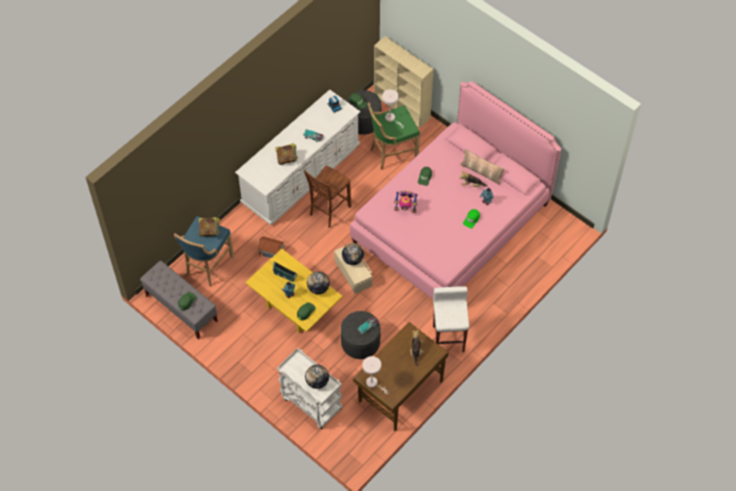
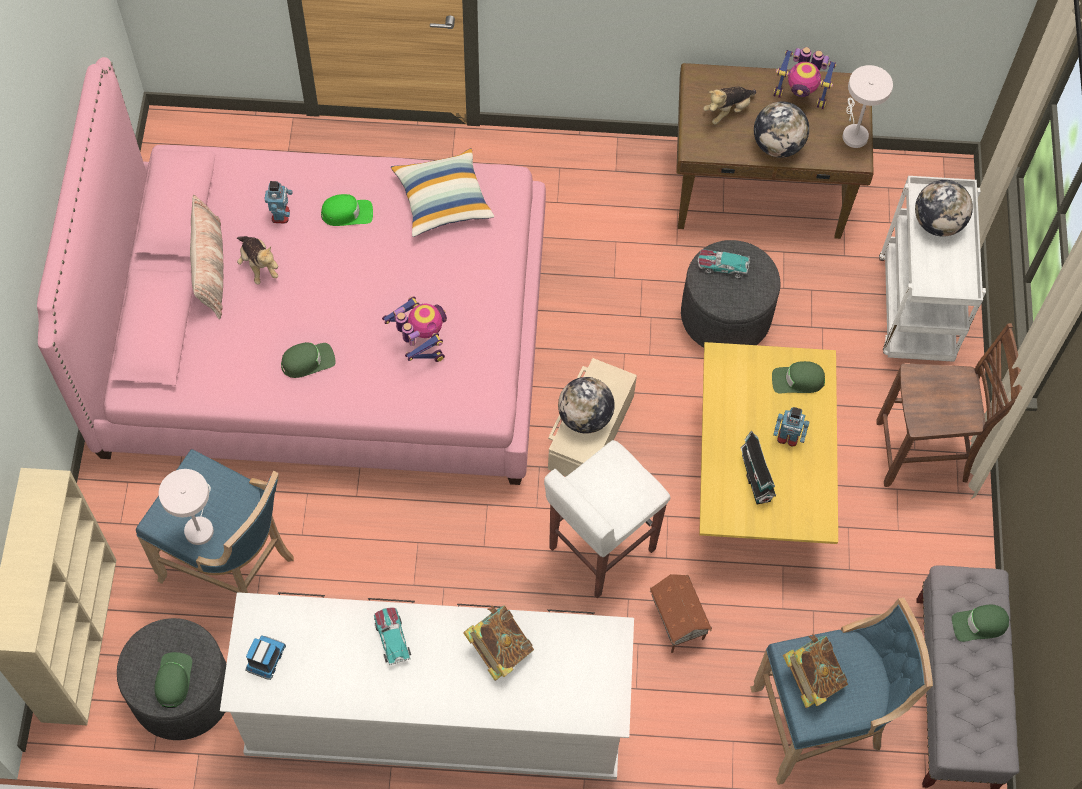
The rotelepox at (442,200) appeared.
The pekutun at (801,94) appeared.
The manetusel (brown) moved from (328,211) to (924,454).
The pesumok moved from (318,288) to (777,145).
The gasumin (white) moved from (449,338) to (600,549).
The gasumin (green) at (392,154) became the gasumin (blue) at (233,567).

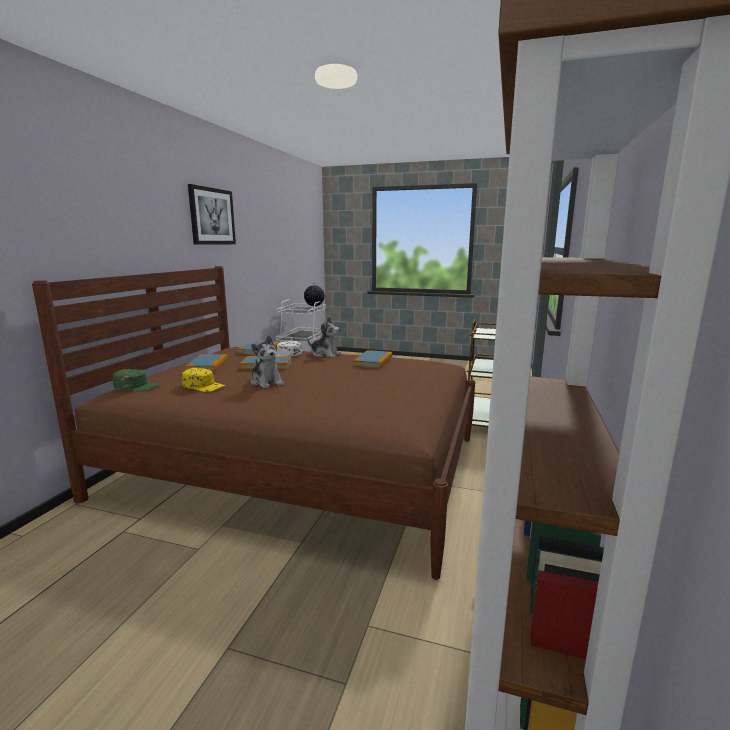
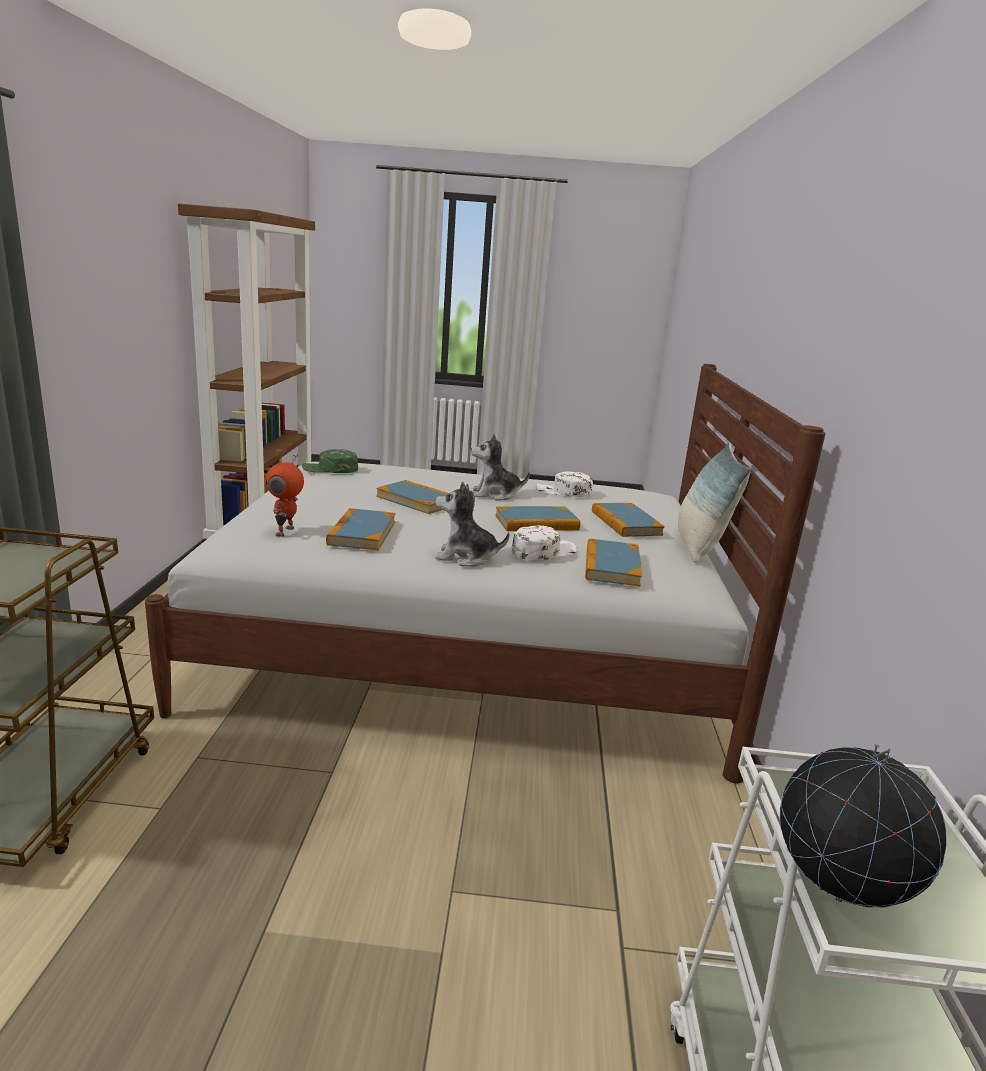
The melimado at (212,216) disappeared.
The pekutun at (286,532) appeared.
The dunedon at (417,500) appeared.
The rotelepox at (699,547) appeared.
The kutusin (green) moved from (137,386) to (330,469).
The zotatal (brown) at (299,466) became the zotatal (white) at (466,645).
The kutusin (yellow) at (204,386) became the kutusin (white) at (564,491).
The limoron at (267,382) turned 45 degrees counterclockwise.

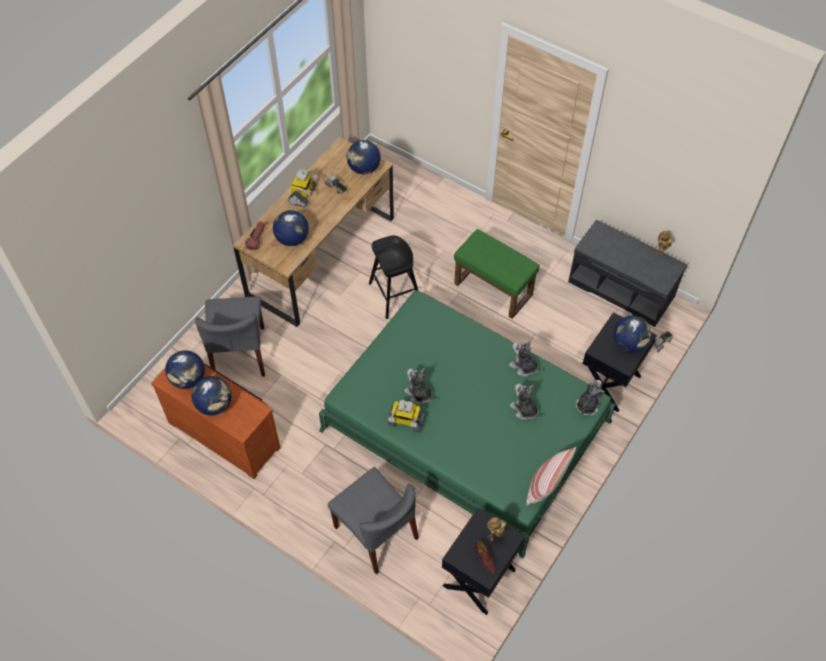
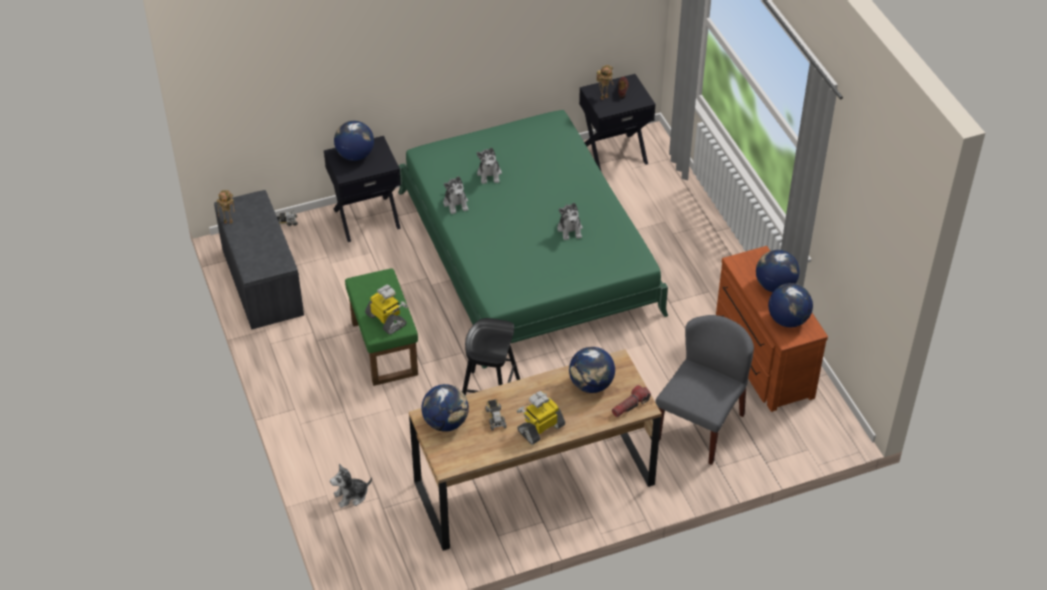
The manetusel (grey) at (376,533) disappeared.
The rotelepox at (546,486) disappeared.
The pekutun moved from (405,421) to (387,320).
The limoron moved from (587,405) to (351,495).

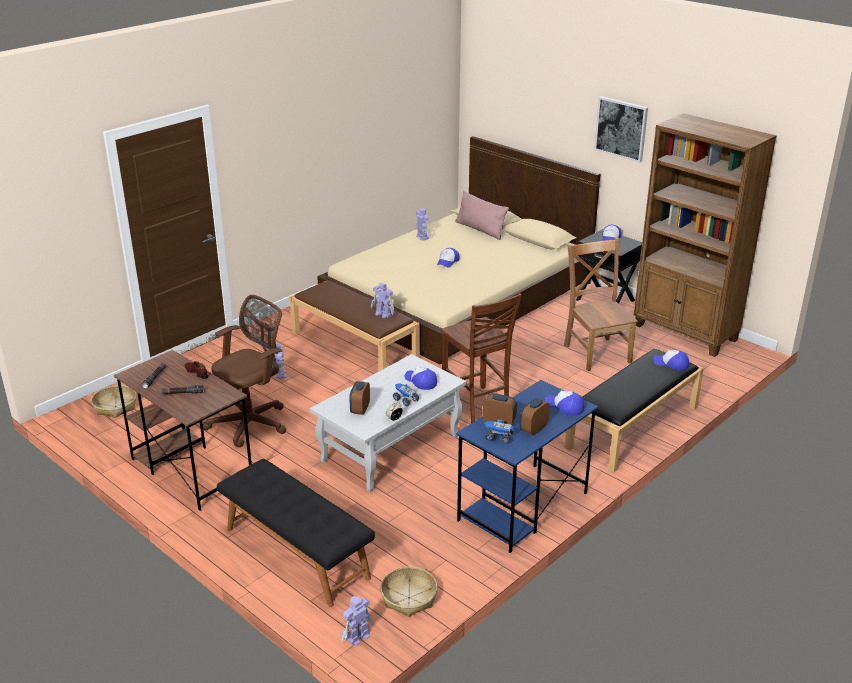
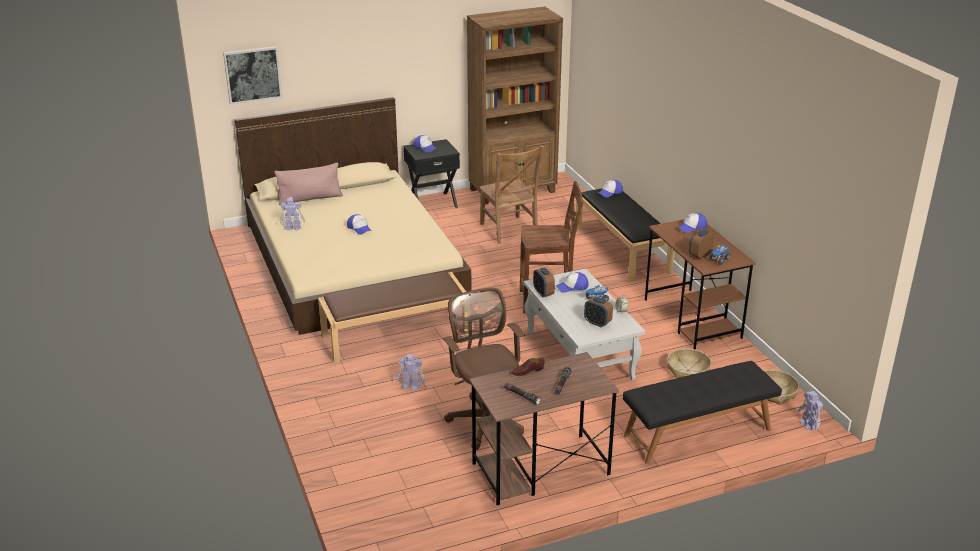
The pekutun at (383,314) disappeared.
The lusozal moved from (115,407) to (688,370).
The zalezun moved from (533,429) to (543,293).
The melimado moved from (621,128) to (252,74).
The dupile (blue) at (522,507) became the dupile (brown) at (692,319).
The manetusel (brown) at (596,352) turned 120 degrees counterclockwise.

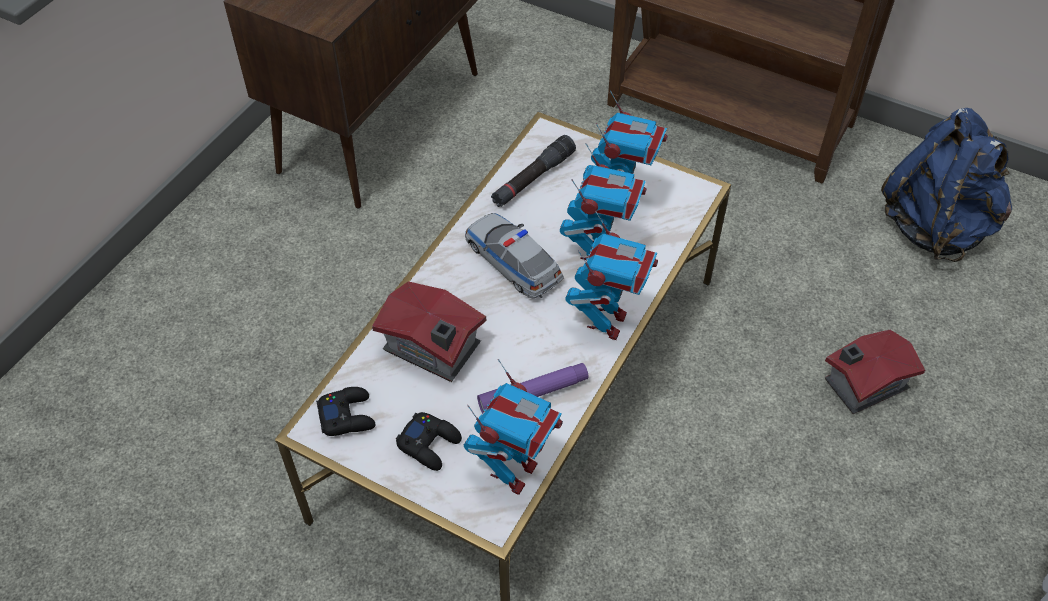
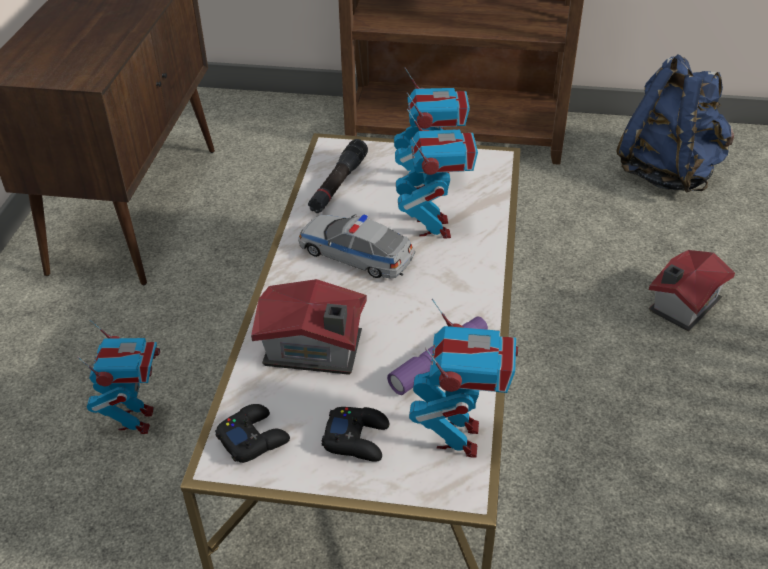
The pekutun moved from (607,322) to (136,420).

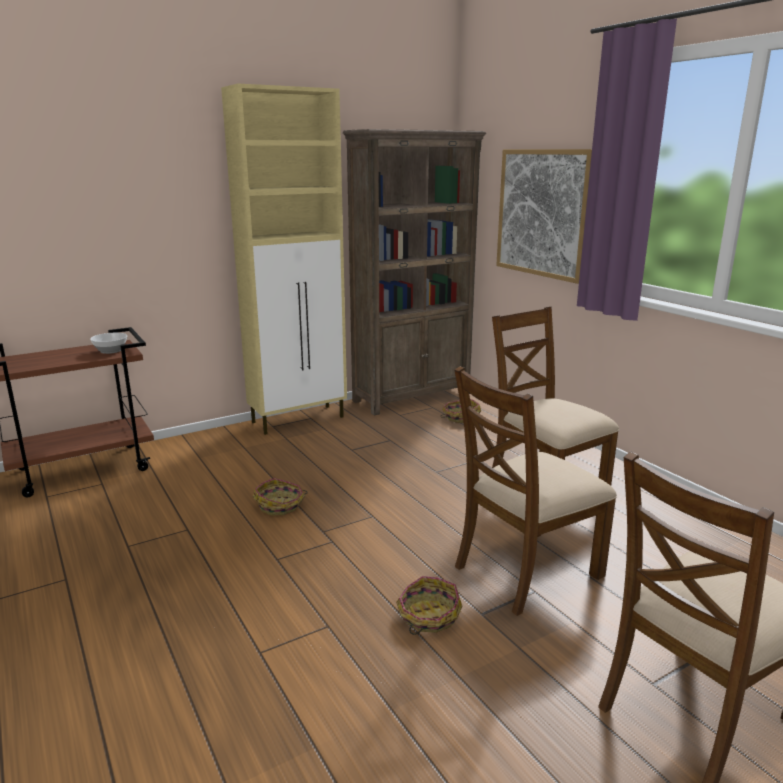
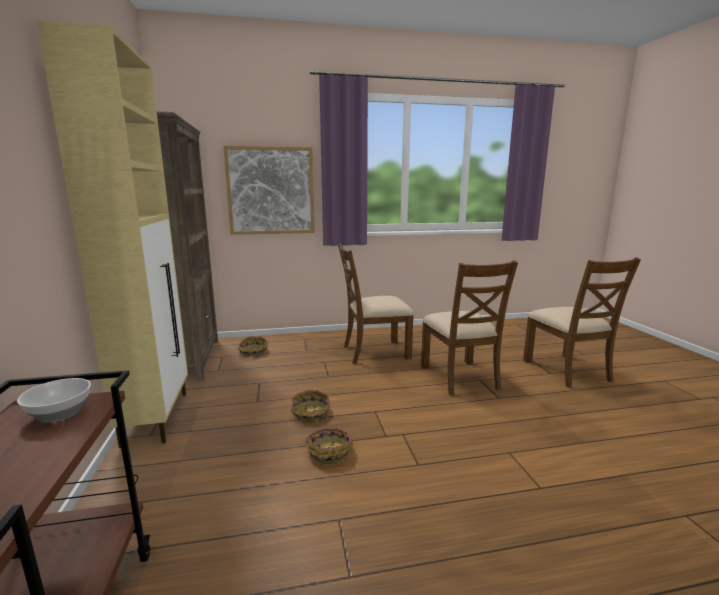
The lusozal moved from (428,616) to (310,413).

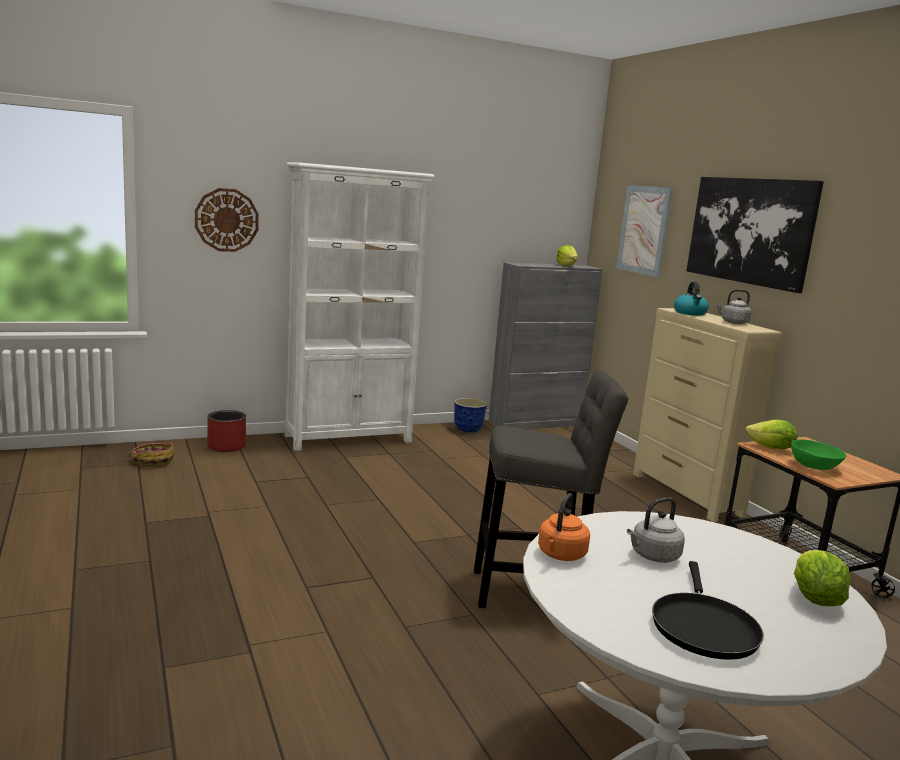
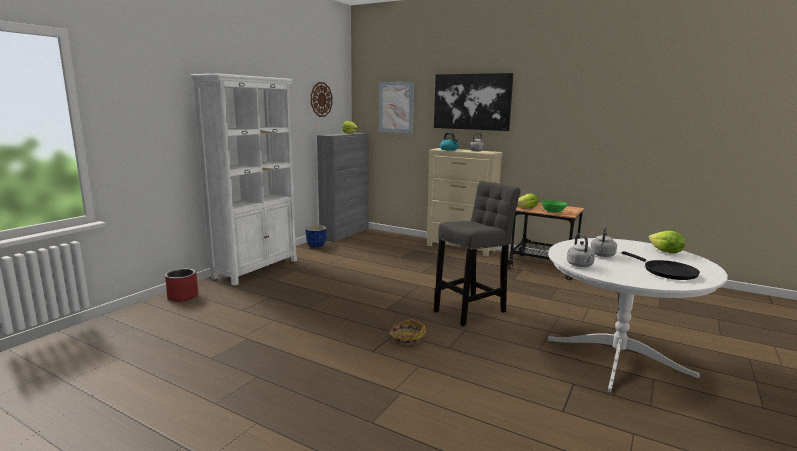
The lusozal moved from (153,461) to (406,339).
The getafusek moved from (226,220) to (321,99).
The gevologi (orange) at (561,555) became the gevologi (grey) at (580,265).

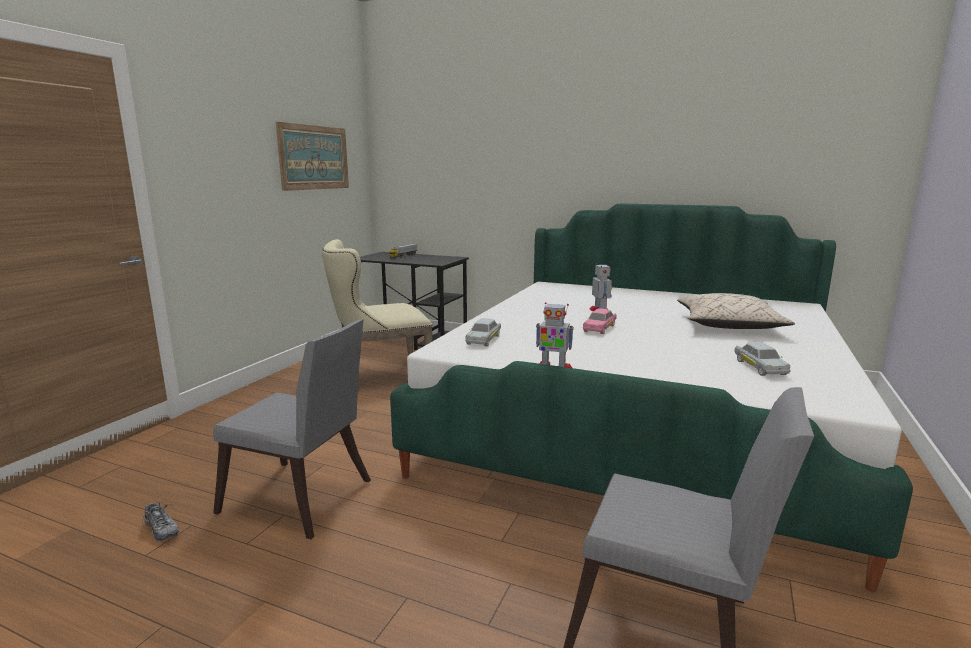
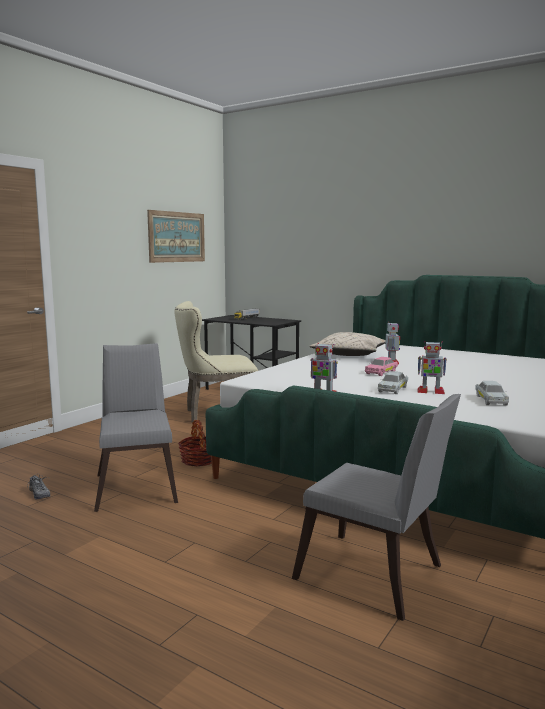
The lusozal at (198,460) appeared.
The pekutun at (430,391) appeared.
The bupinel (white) moved from (483,340) to (392,389).
The rotelepox (beige) moved from (728,325) to (349,355).
The manetusel (grey) at (302,500) turned 135 degrees counterclockwise.

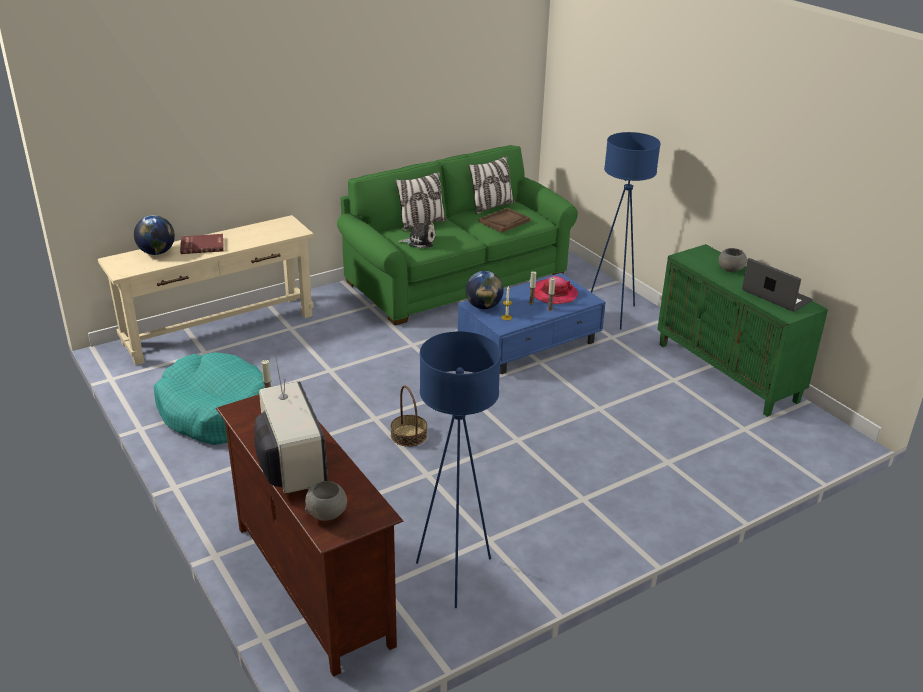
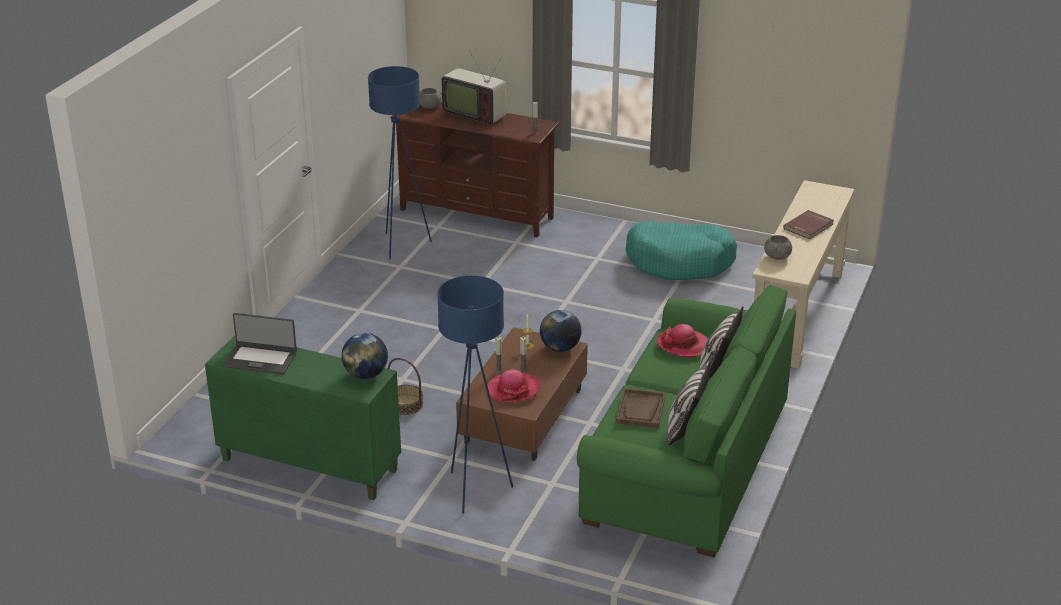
The pesumok moved from (157,252) to (366,375).
The lusozal moved from (408,435) to (405,404).
The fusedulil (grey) moved from (730,269) to (777,257).
The limoron at (420,241) was replaced by the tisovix at (683,345).
The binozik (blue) at (530,343) became the binozik (brown) at (523,416).

